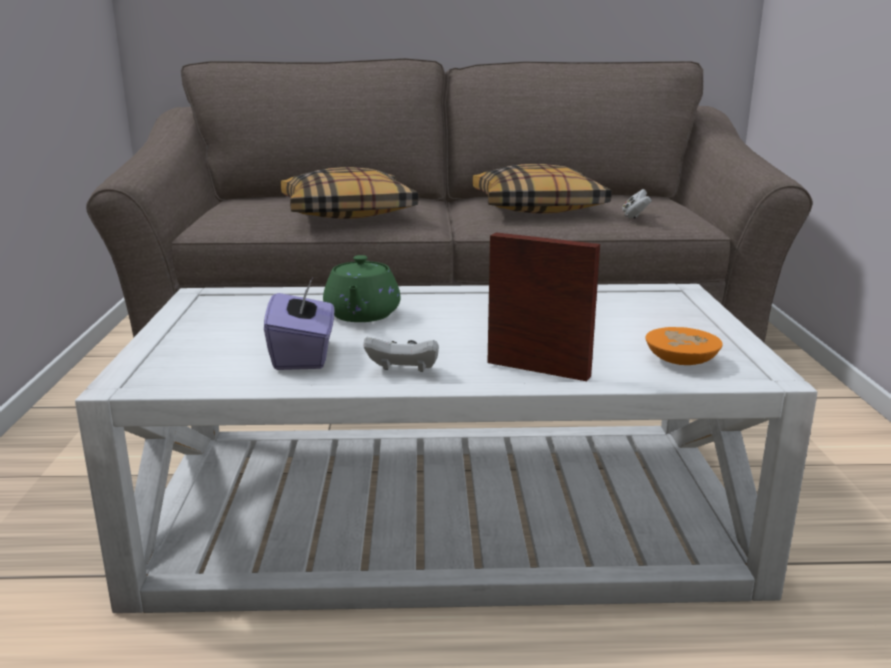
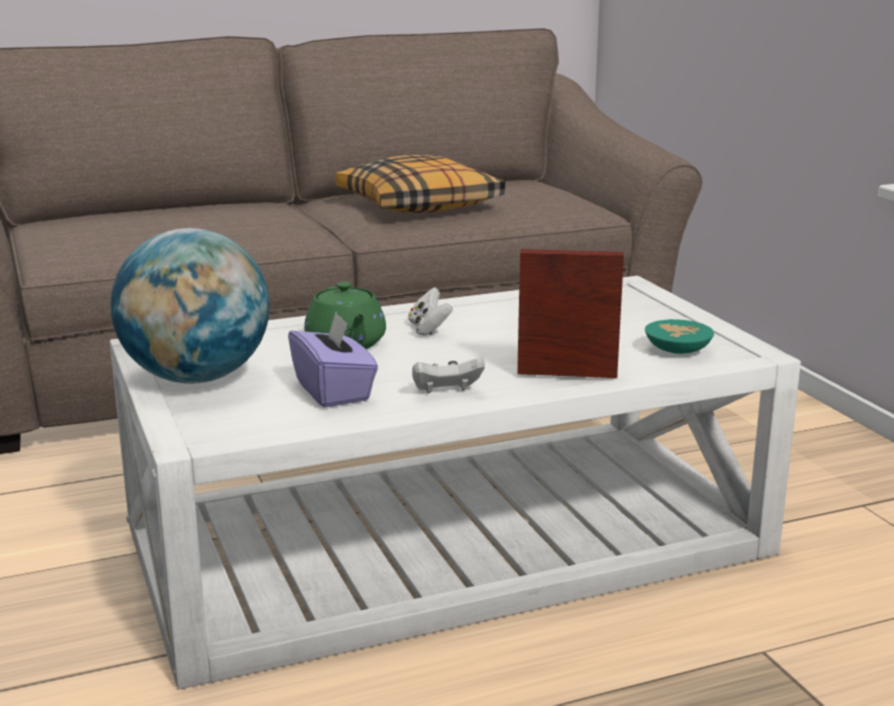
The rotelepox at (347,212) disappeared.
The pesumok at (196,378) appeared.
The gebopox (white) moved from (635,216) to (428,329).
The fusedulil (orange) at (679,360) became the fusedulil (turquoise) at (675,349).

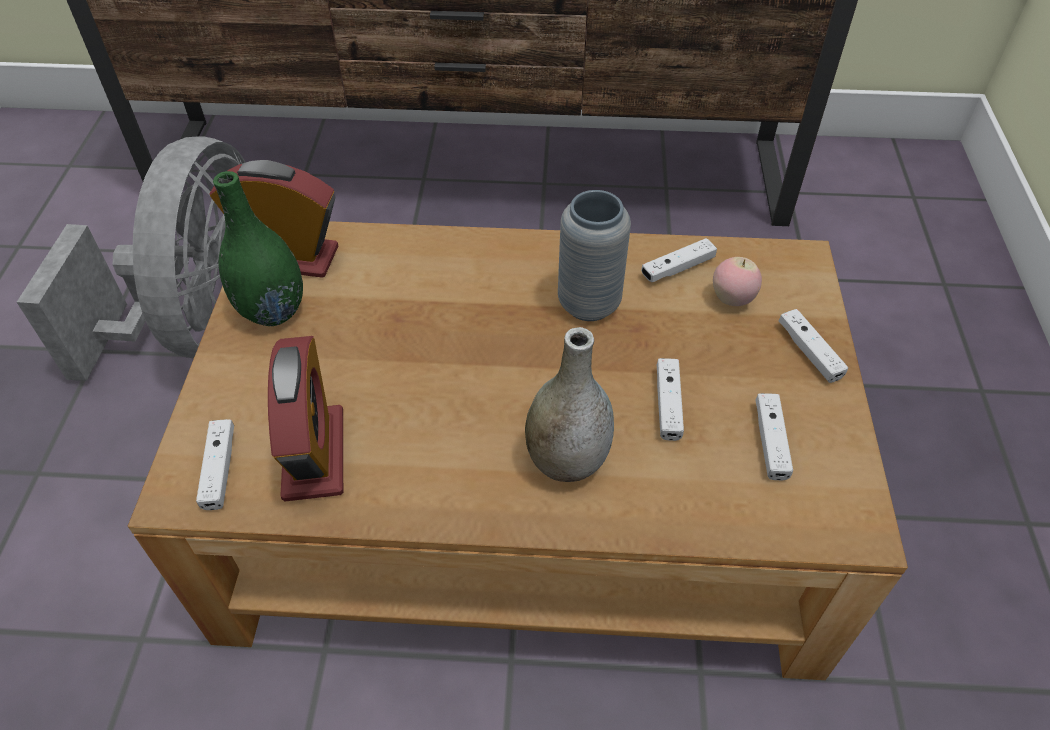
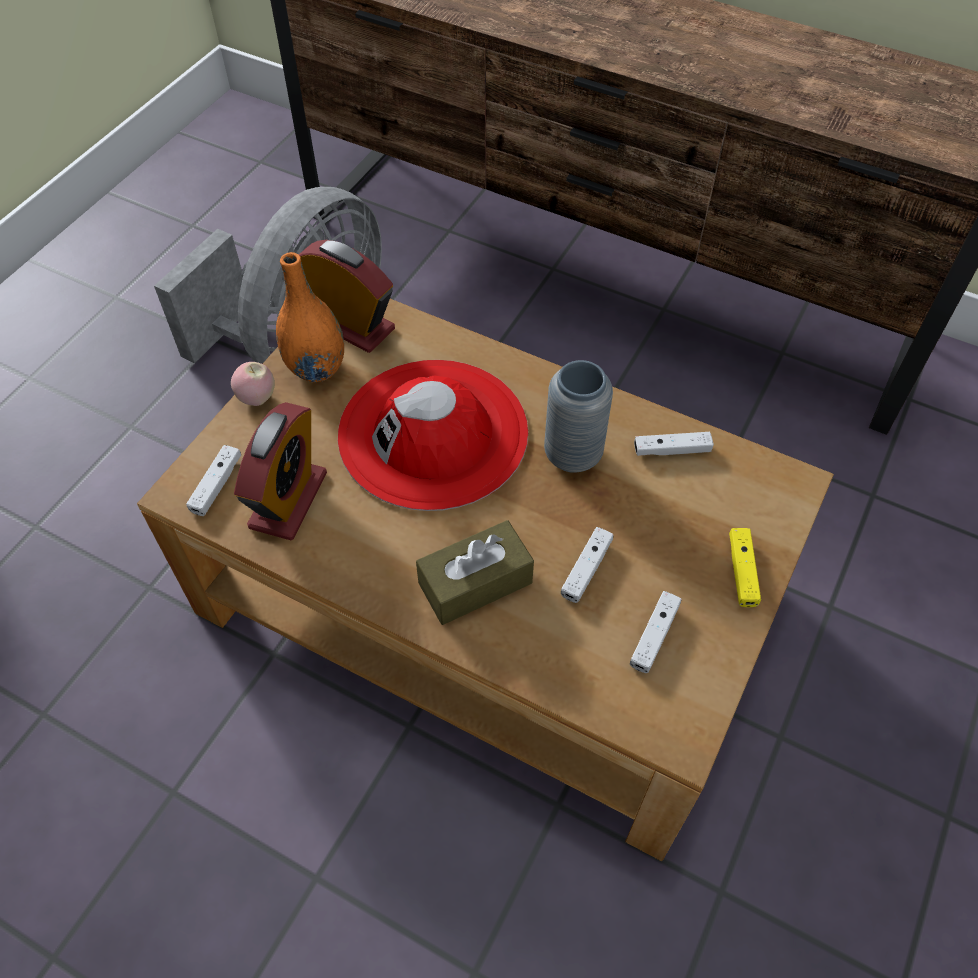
The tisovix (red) at (433,433) appeared.
The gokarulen moved from (732,299) to (257,398).
The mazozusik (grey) at (567,461) was replaced by the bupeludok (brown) at (475,583).
The mazozusik (green) at (272,311) became the mazozusik (orange) at (316,368).
The gebopox (white) at (809,352) became the gebopox (yellow) at (742,571).

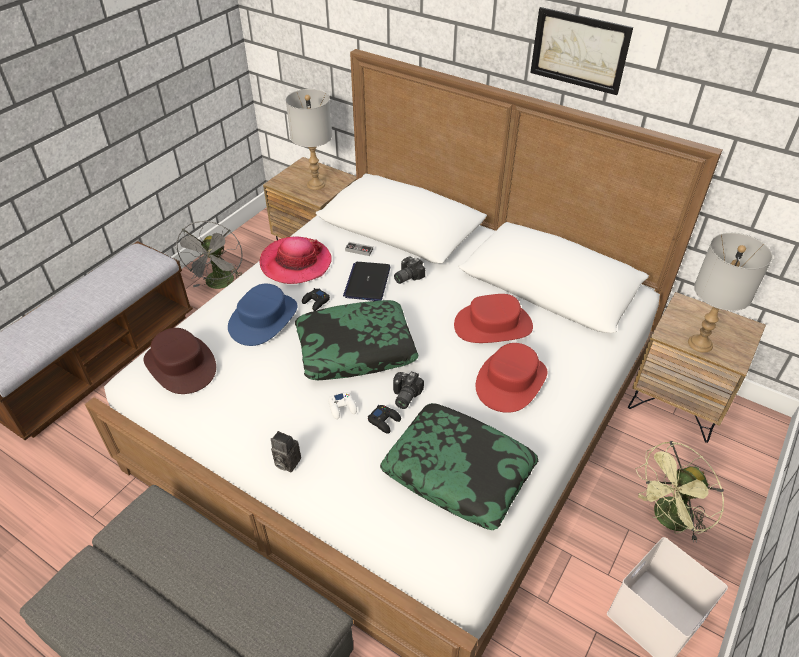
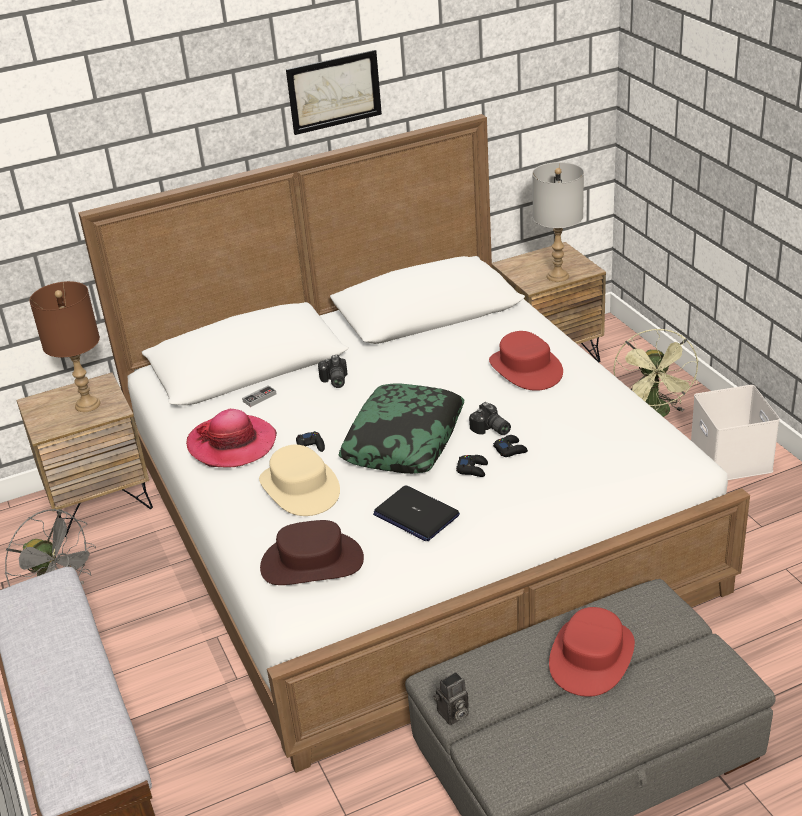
The rotelepox at (459,472) disappeared.
The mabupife moved from (286,462) to (452,715).
The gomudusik moved from (367,282) to (416,515).
The tisovix (red) moved from (493,326) to (592,657).
The tisovix (blue) at (264,319) became the tisovix (beige) at (300,488).
The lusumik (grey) at (316,184) became the lusumik (brown) at (88,404).
The gebopox (white) at (342,407) became the gebopox (black) at (472,469).

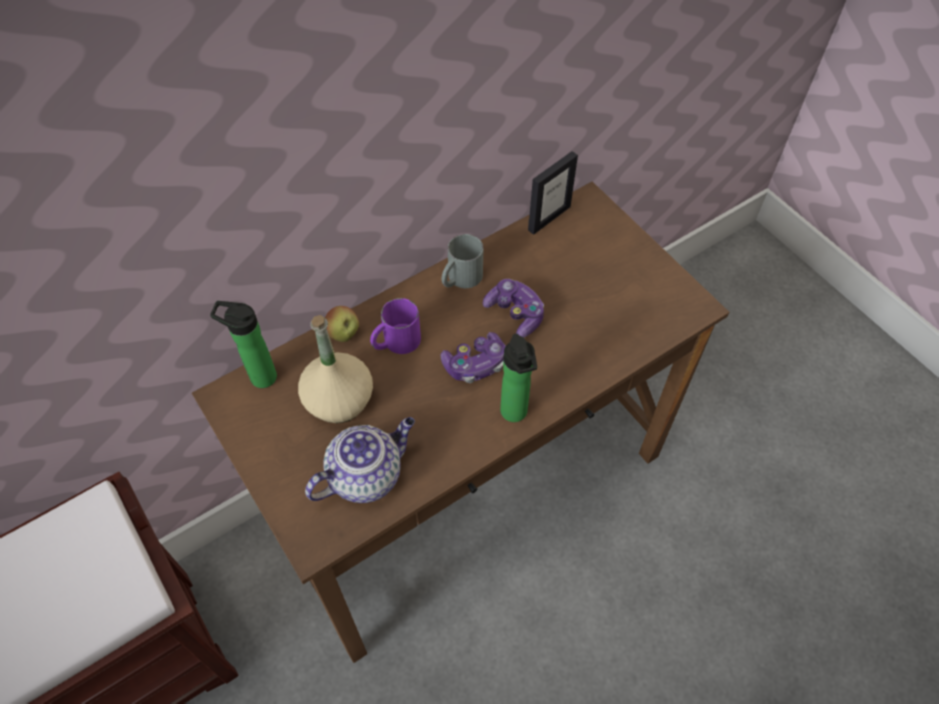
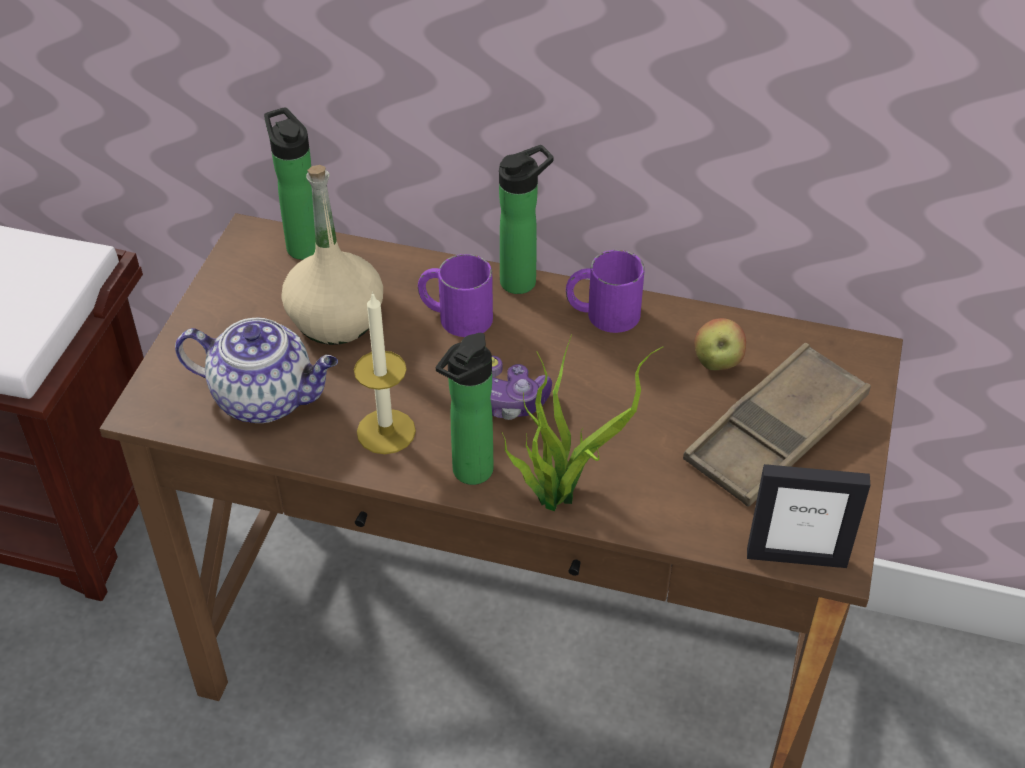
The gebopox at (515,314) disappeared.
The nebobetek at (386,431) appeared.
The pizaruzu at (523,280) appeared.
The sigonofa at (560,492) appeared.
The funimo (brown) at (775,434) appeared.
The gokarulen moved from (344,334) to (717,363).
The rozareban moved from (549,218) to (796,557).
The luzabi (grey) at (460,279) became the luzabi (purple) at (602,313).

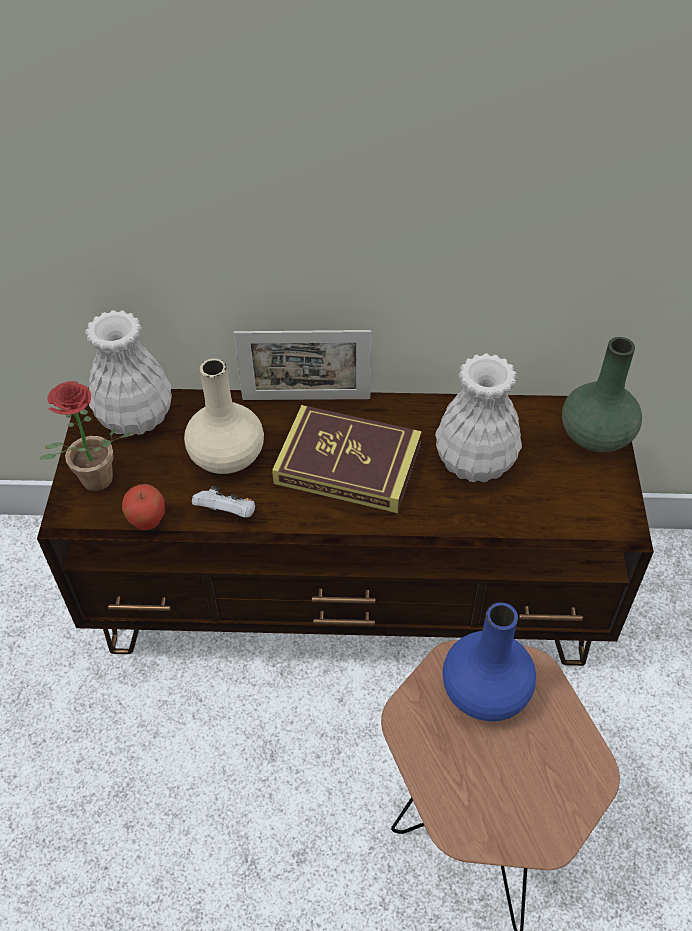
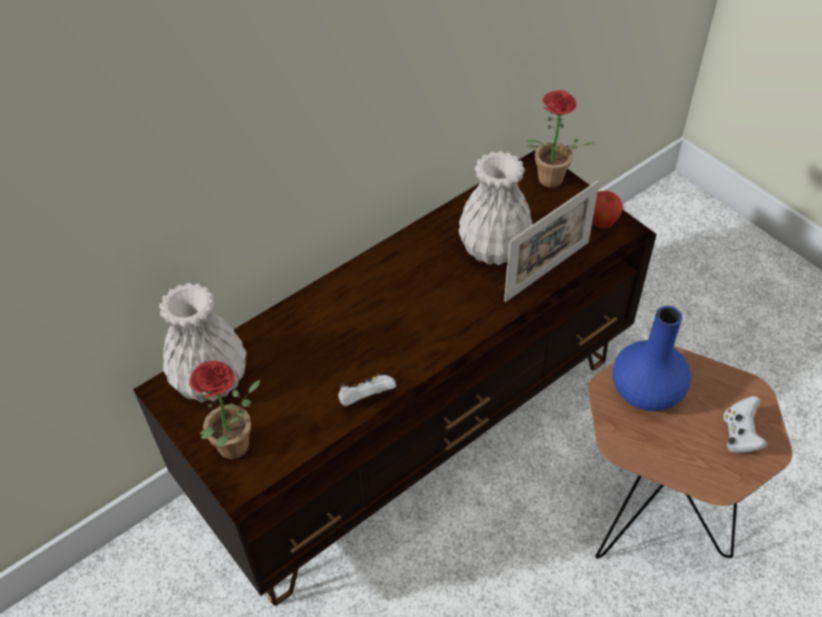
The mazozusik (beige) at (226,455) disappeared.
The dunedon at (348,464) disappeared.
The gebopox (white) at (740,435) appeared.
The gokarulen moved from (148,522) to (601,224).
The rozareban moved from (306,399) to (547,271).
The mazozusik (green) at (595,435) was replaced by the sigonofa at (548,183).

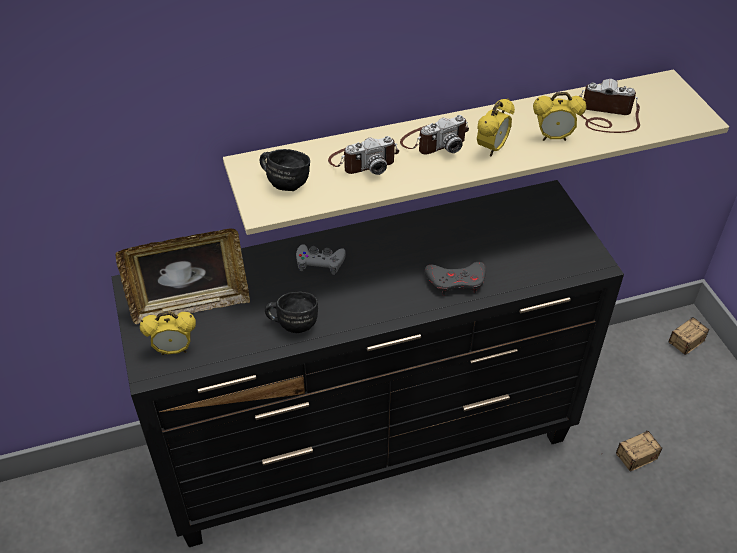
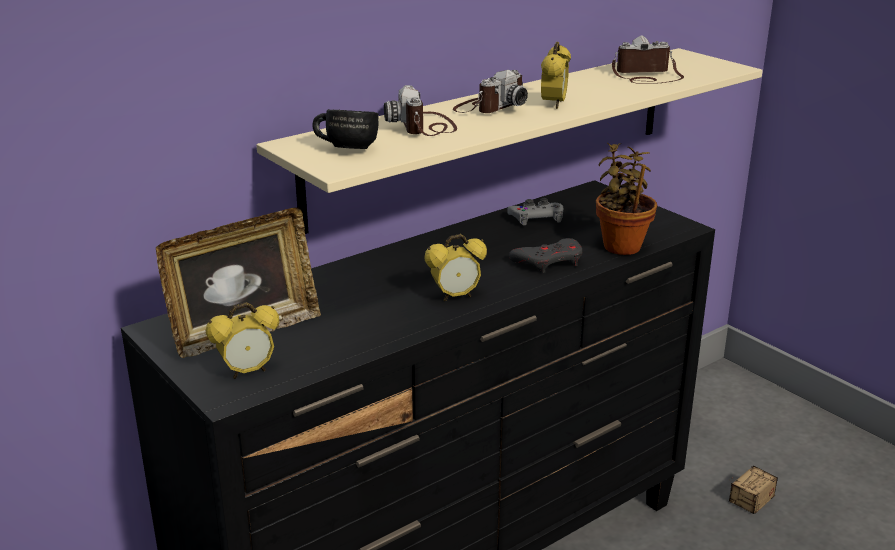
The luzabi (black) at (293,322) disappeared.
The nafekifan at (672,352) disappeared.
The sigonofa at (621,245) appeared.
The gebopox (grey) moved from (320,262) to (536,218).
The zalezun moved from (553,138) to (455,296).
The mabupife at (363,161) turned 120 degrees clockwise.

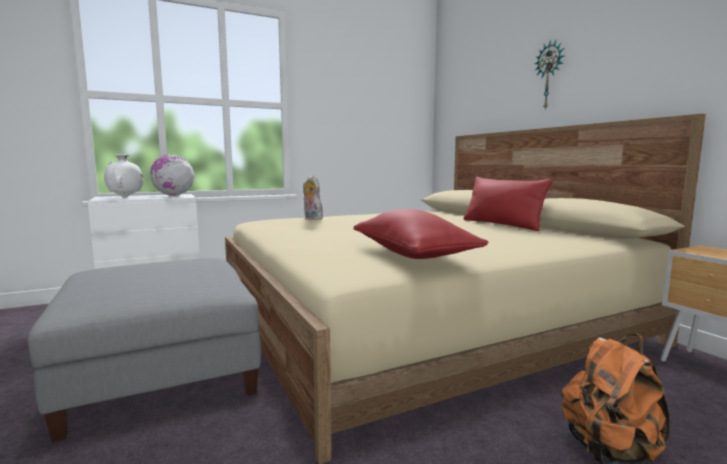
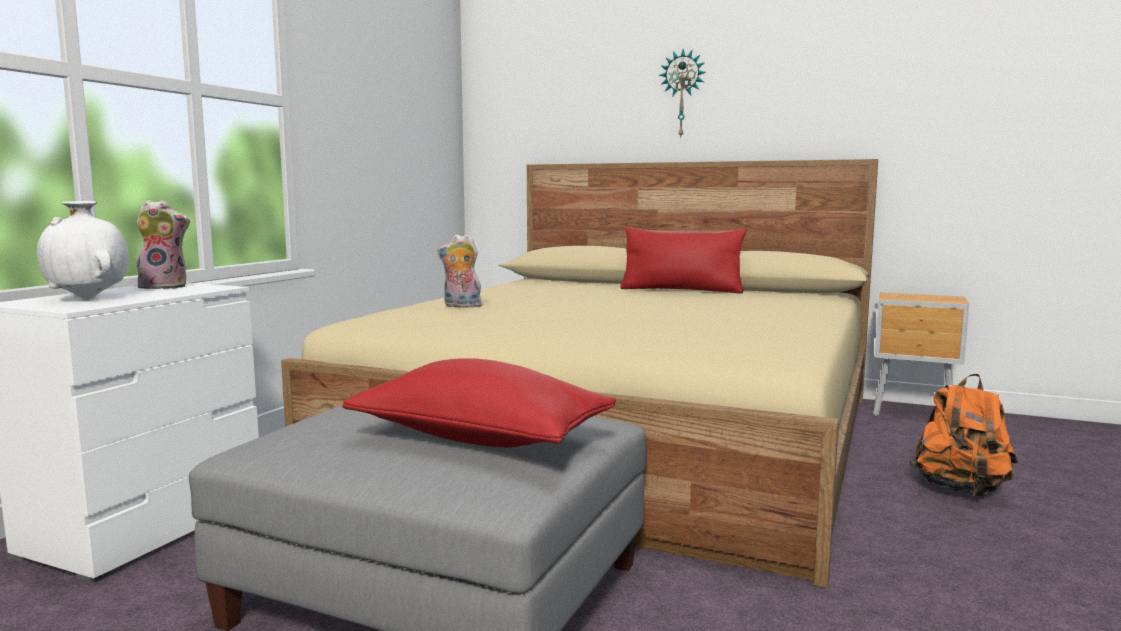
The rotelepox (red) moved from (412,255) to (480,438).
The pesumok at (173,195) was replaced by the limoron at (165,287).

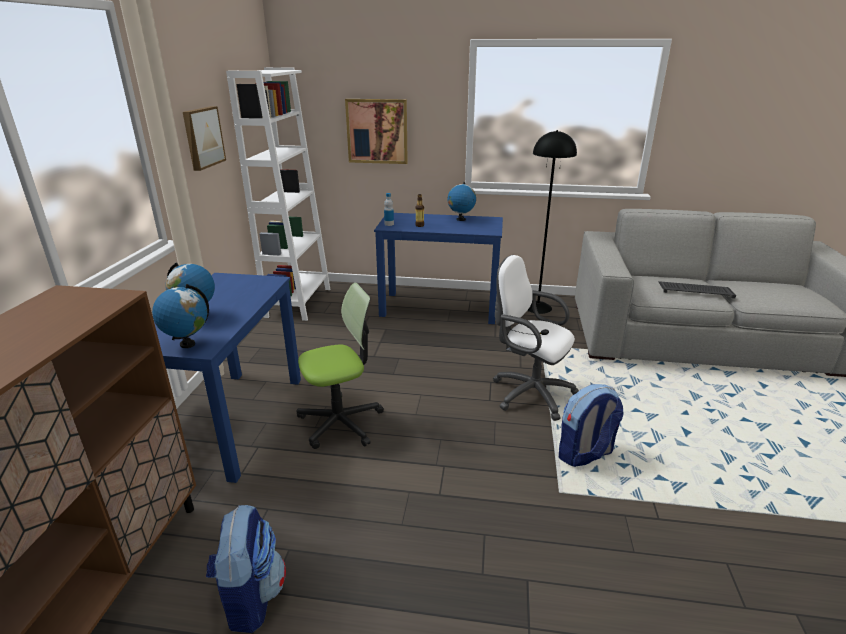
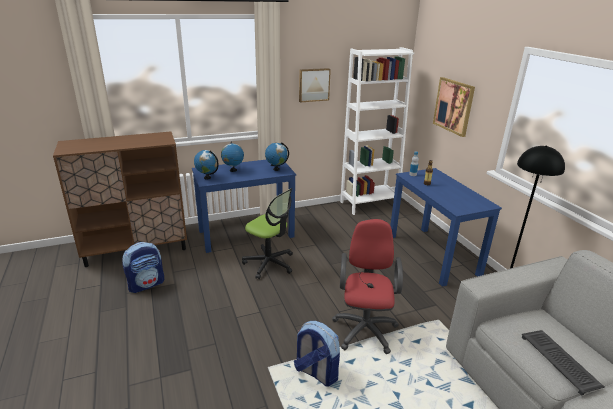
The pesumok moved from (460,219) to (276,169).
The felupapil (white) at (528,393) became the felupapil (red) at (365,327).

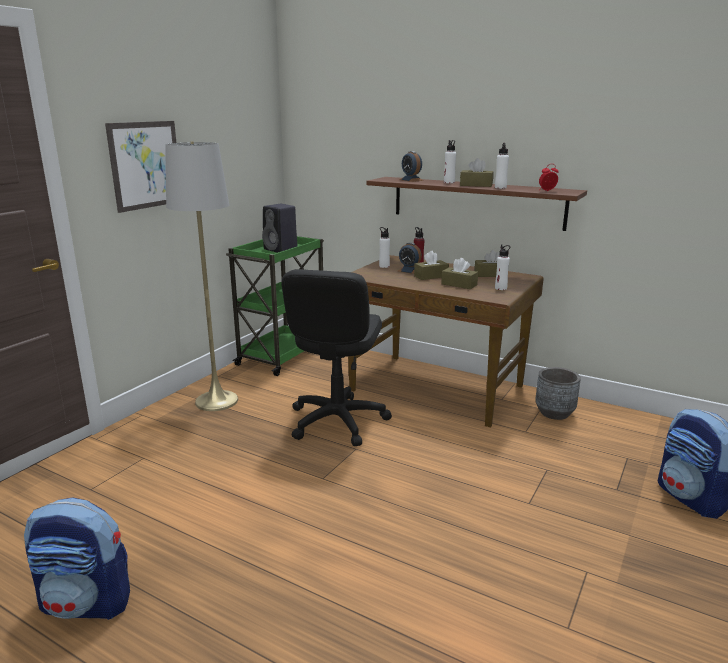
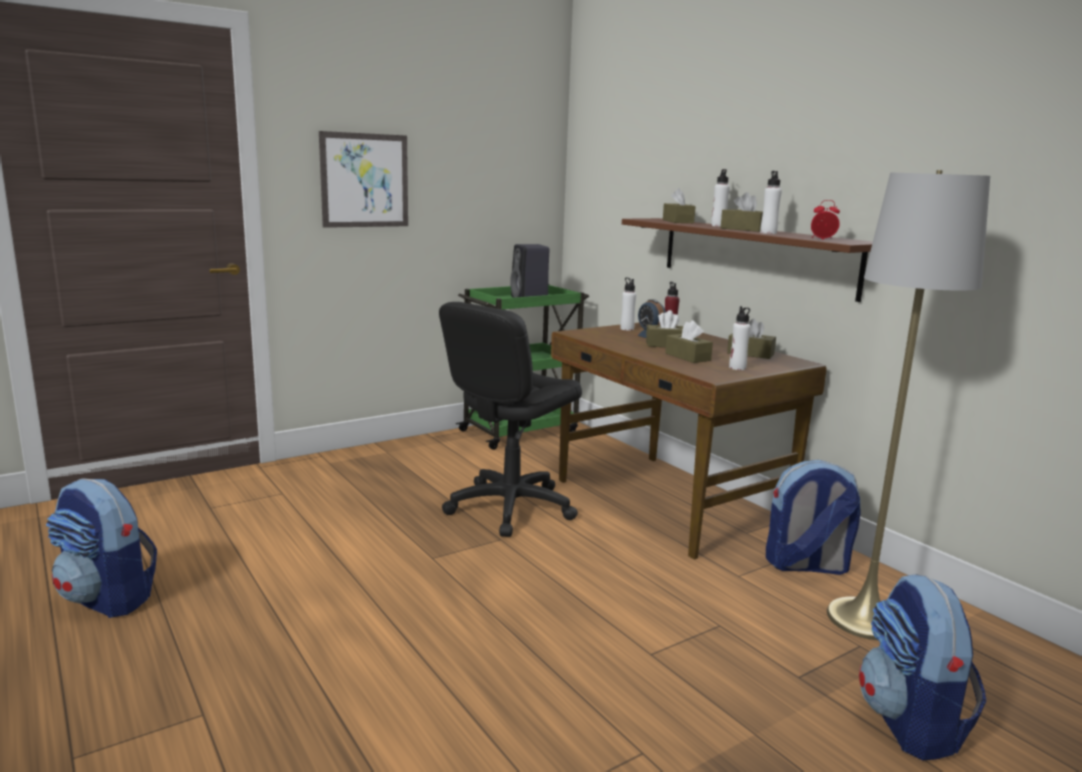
The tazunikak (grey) moved from (216,401) to (865,619).
The zalezun at (411,180) was replaced by the bupeludok (brown) at (678,221).
The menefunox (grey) at (554,413) was replaced by the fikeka at (806,566).

